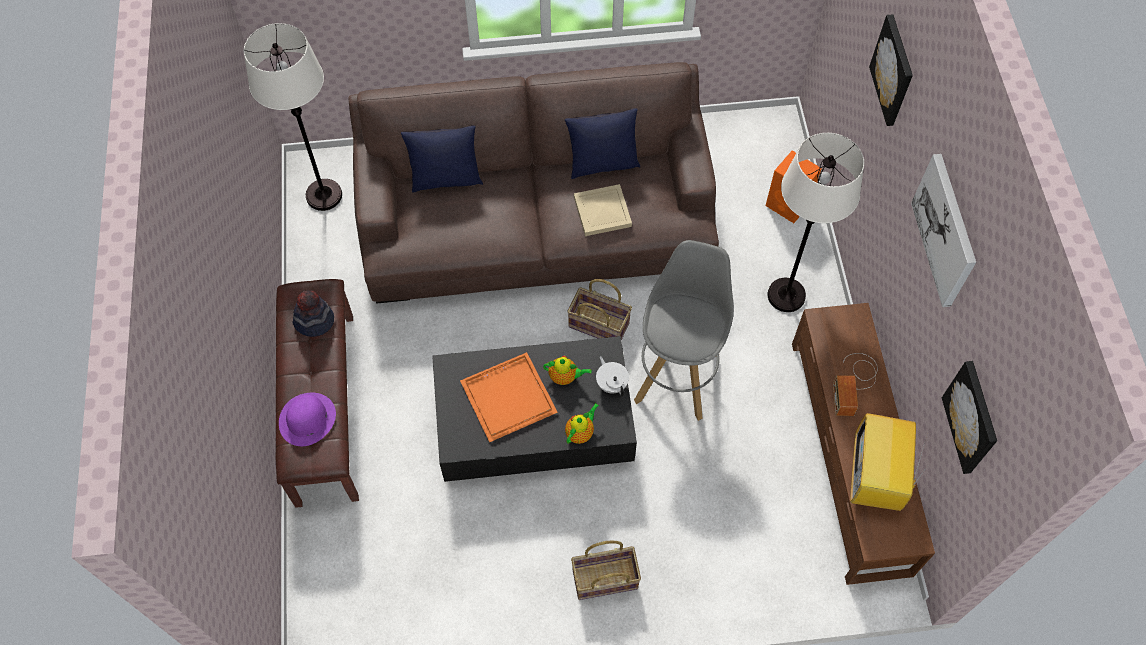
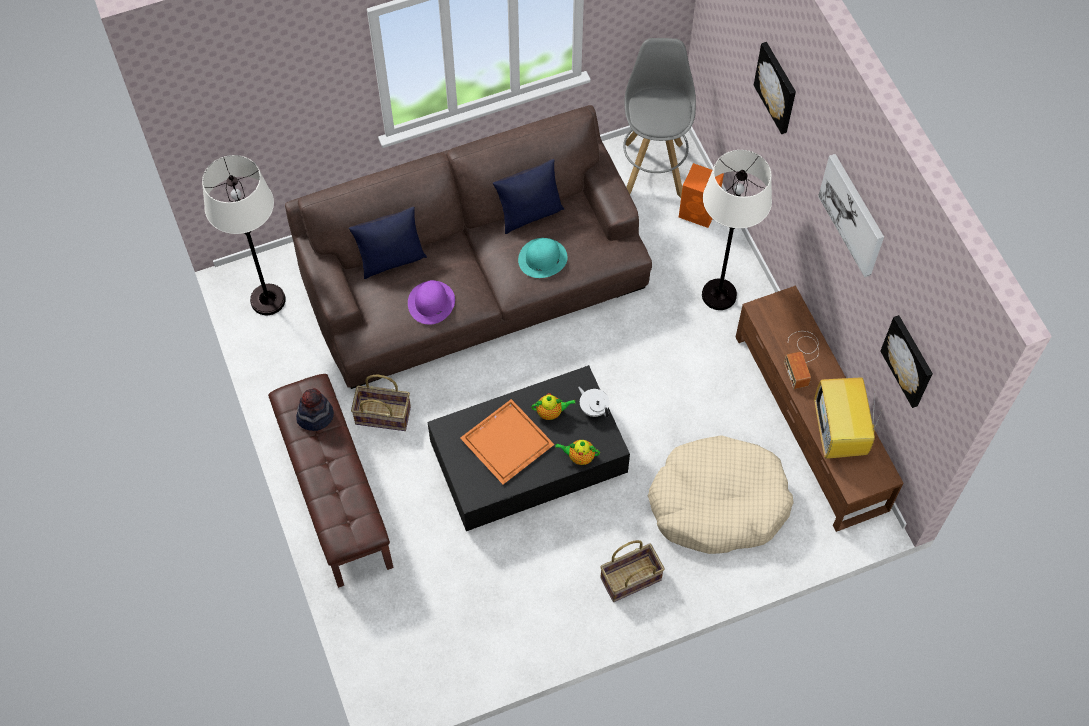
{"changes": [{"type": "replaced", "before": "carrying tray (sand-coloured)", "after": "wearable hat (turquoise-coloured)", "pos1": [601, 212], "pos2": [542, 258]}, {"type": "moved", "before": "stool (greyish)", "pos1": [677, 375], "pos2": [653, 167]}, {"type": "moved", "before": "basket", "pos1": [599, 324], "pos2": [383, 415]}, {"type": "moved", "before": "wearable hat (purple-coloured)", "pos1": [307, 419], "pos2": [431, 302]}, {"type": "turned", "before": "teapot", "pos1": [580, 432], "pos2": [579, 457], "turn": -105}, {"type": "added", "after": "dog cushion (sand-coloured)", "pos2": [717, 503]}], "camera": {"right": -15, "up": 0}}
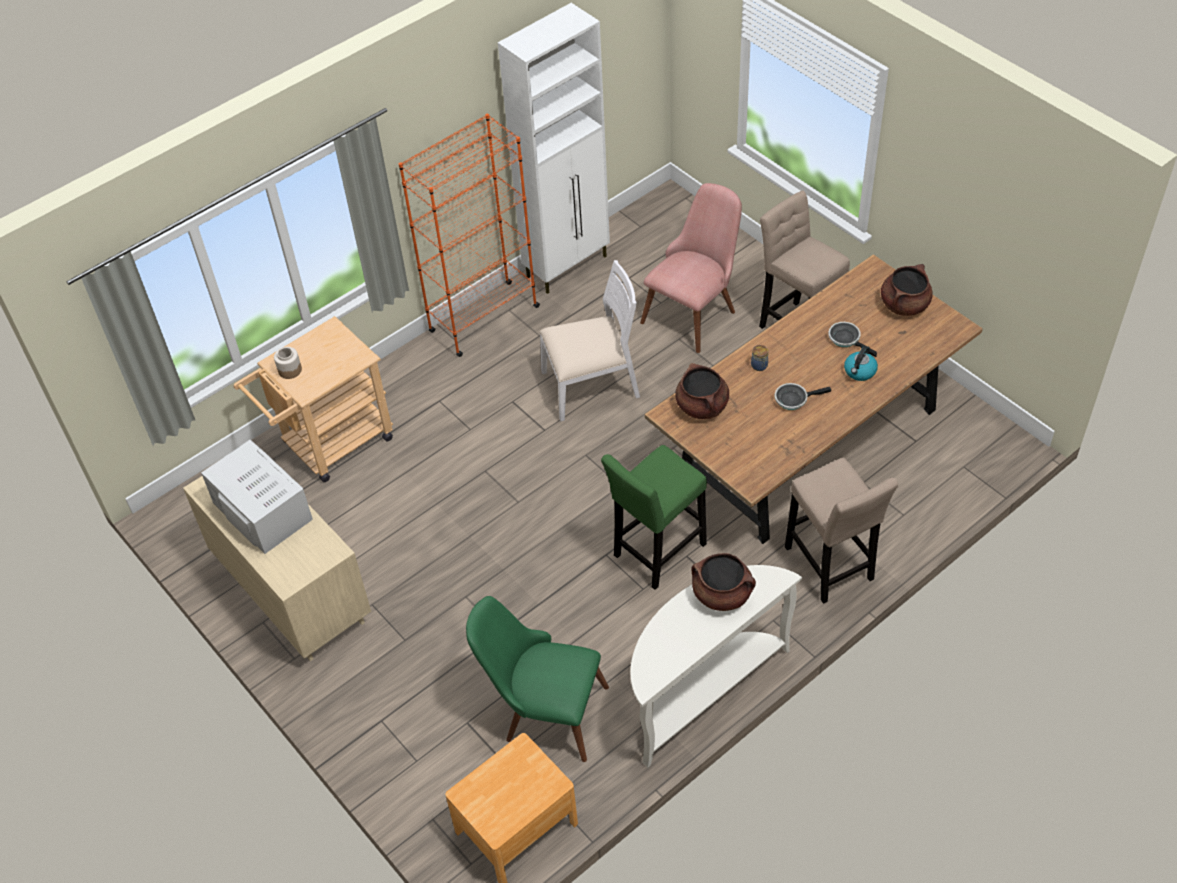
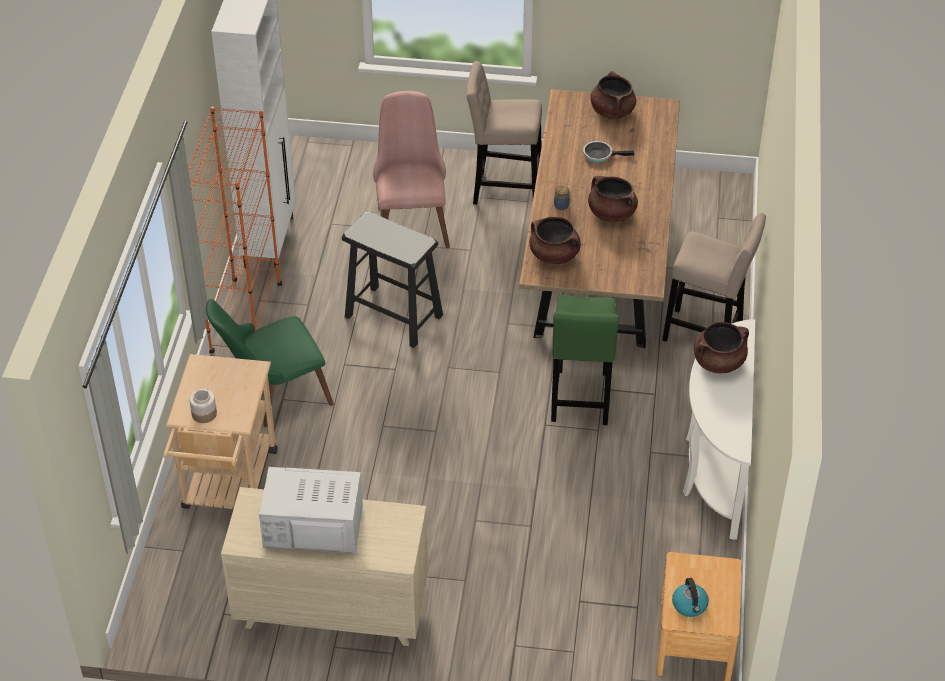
{"changes": [{"type": "replaced", "before": "chair (whitish)", "after": "stool (black)", "pos1": [591, 385], "pos2": [394, 316]}, {"type": "moved", "before": "water kettle", "pos1": [860, 371], "pos2": [690, 605]}, {"type": "replaced", "before": "pan", "after": "saucepot (brown)", "pos1": [793, 399], "pos2": [611, 214]}, {"type": "moved", "before": "chair (greenish)", "pos1": [543, 711], "pos2": [273, 395]}], "camera": {"right": -45, "up": -5}}
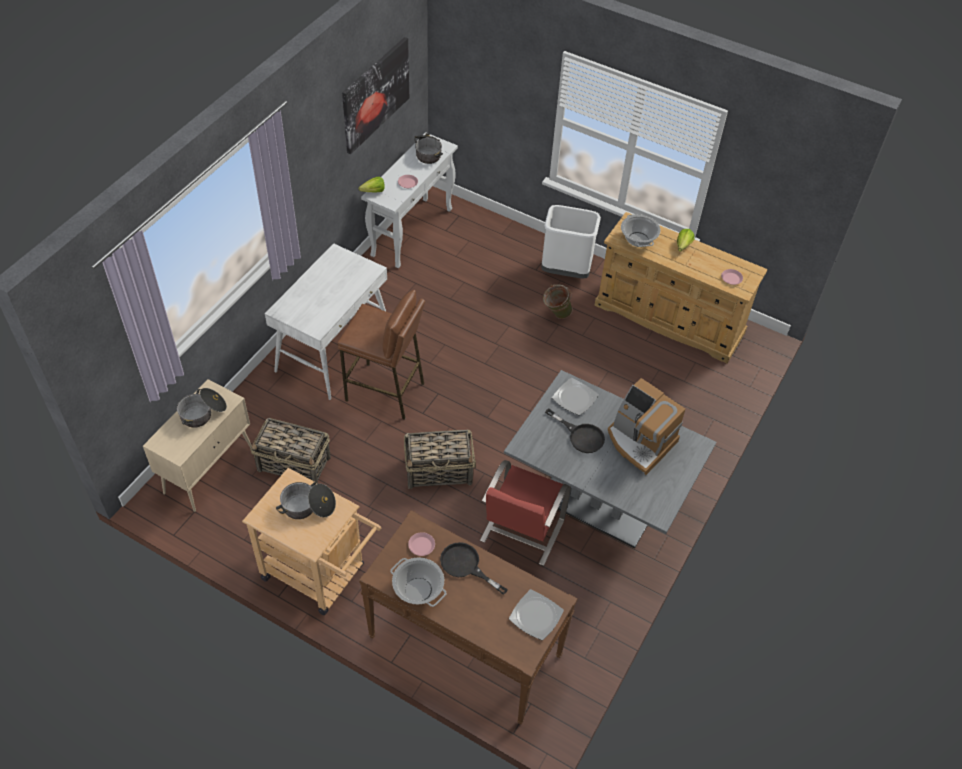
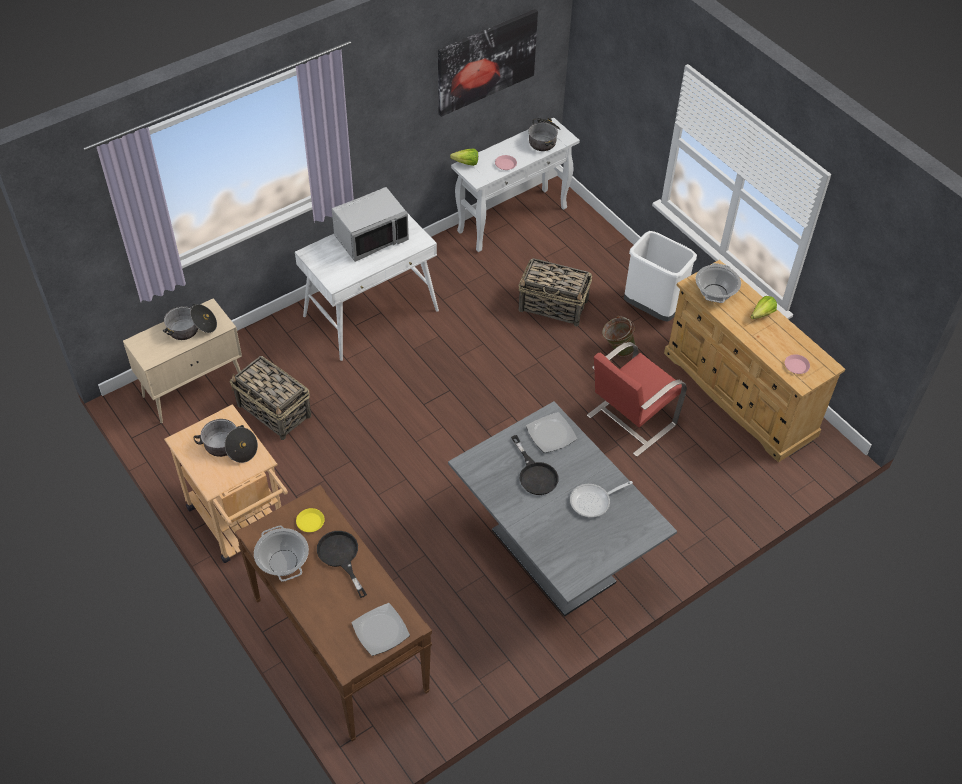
{"changes": [{"type": "removed", "before": "stool (brown)", "pos1": [385, 392]}, {"type": "replaced", "before": "coffee brewer", "after": "pan", "pos1": [640, 442], "pos2": [593, 501]}, {"type": "moved", "before": "basket", "pos1": [439, 471], "pos2": [554, 306]}, {"type": "moved", "before": "chair (red-coloured)", "pos1": [521, 531], "pos2": [629, 421]}, {"type": "recoloured", "before": "plate (pinkish)", "after": "plate (yellow)", "pos1": [421, 546], "pos2": [310, 522]}, {"type": "added", "after": "microwave (greyish)", "pos2": [371, 238]}], "camera": {"right": 25, "up": 0}}
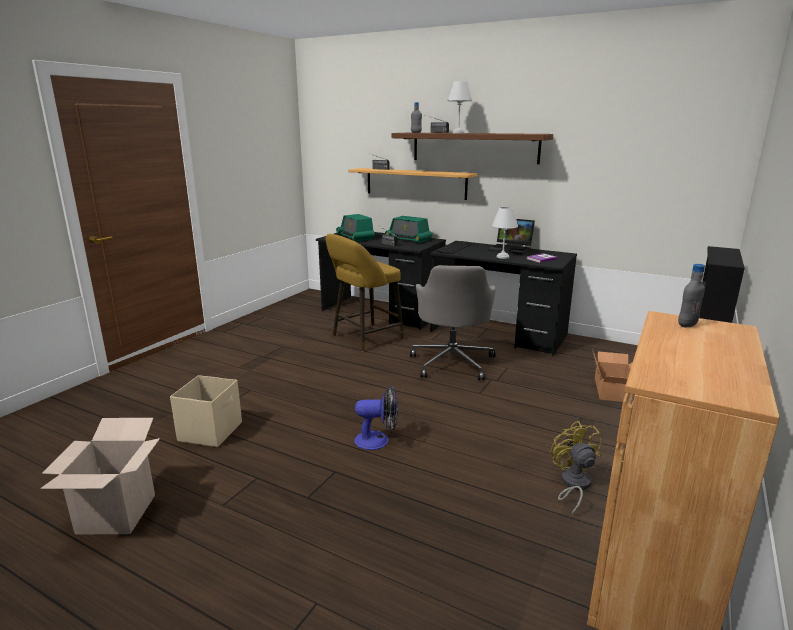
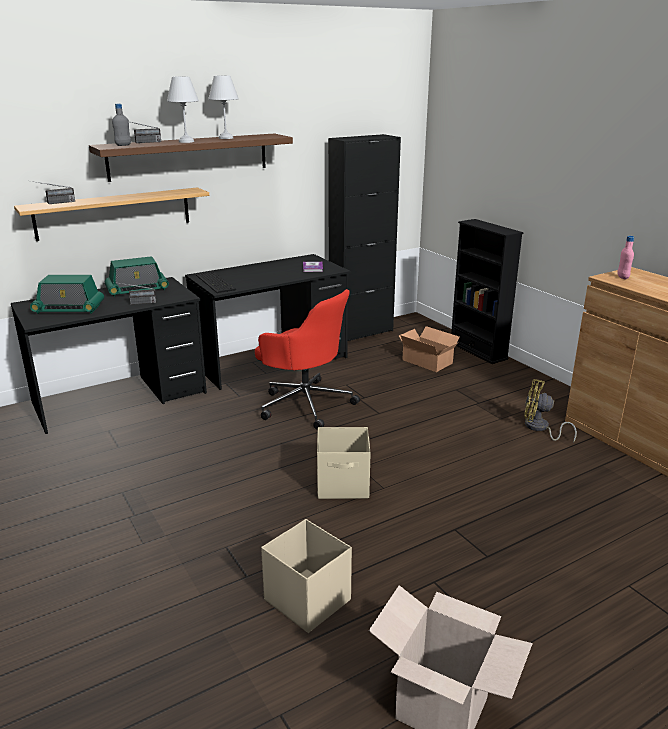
{"changes": [{"type": "moved", "before": "lamp for a table (whitish)", "pos1": [502, 257], "pos2": [225, 138]}, {"type": "removed", "before": "laptop", "pos1": [511, 249]}, {"type": "removed", "before": "stool (yellow)", "pos1": [364, 338]}, {"type": "recoloured", "before": "bottle (greyish)", "after": "bottle (pinkish)", "pos1": [687, 325], "pos2": [622, 277]}, {"type": "recoloured", "before": "desk chair (greyish)", "after": "desk chair (red-coloured)", "pos1": [452, 362], "pos2": [305, 403]}, {"type": "removed", "before": "electric fan", "pos1": [378, 440]}, {"type": "added", "after": "cabinet (black)", "pos2": [361, 332]}, {"type": "added", "after": "storage bin (sand-coloured)", "pos2": [343, 485]}], "camera": {"right": -60, "up": 5}}
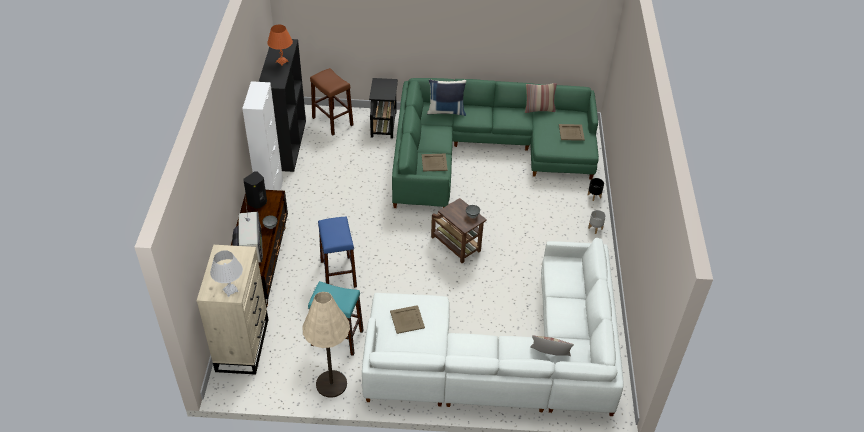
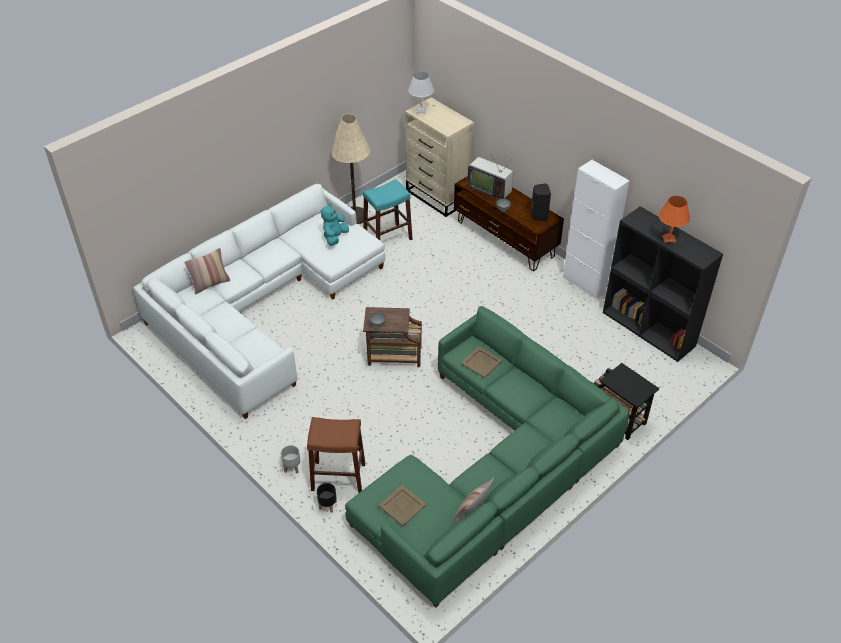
{"changes": [{"type": "moved", "before": "stool (brown)", "pos1": [332, 121], "pos2": [338, 477]}, {"type": "removed", "before": "throw pillow (bluish)", "pos1": [446, 111]}, {"type": "removed", "before": "stool (bluish)", "pos1": [338, 273]}, {"type": "replaced", "before": "carrying tray (sand-coloured)", "after": "soft toy (turquoise-coloured)", "pos1": [407, 320], "pos2": [335, 237]}], "camera": {"right": 135, "up": 0}}
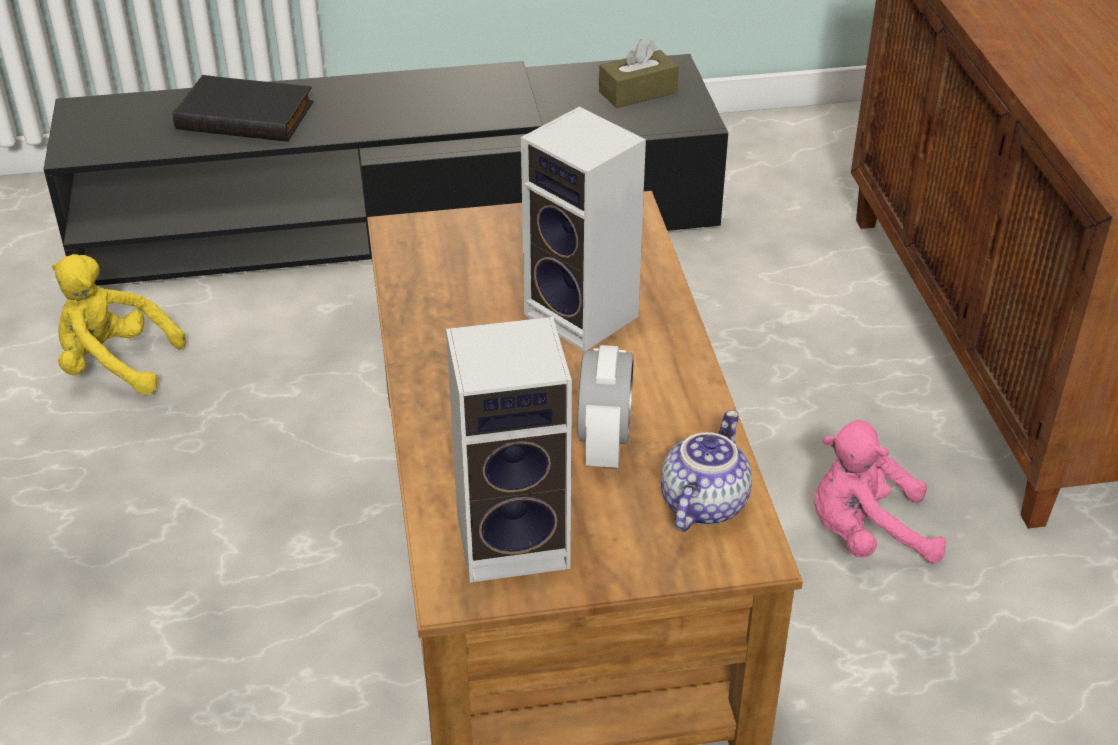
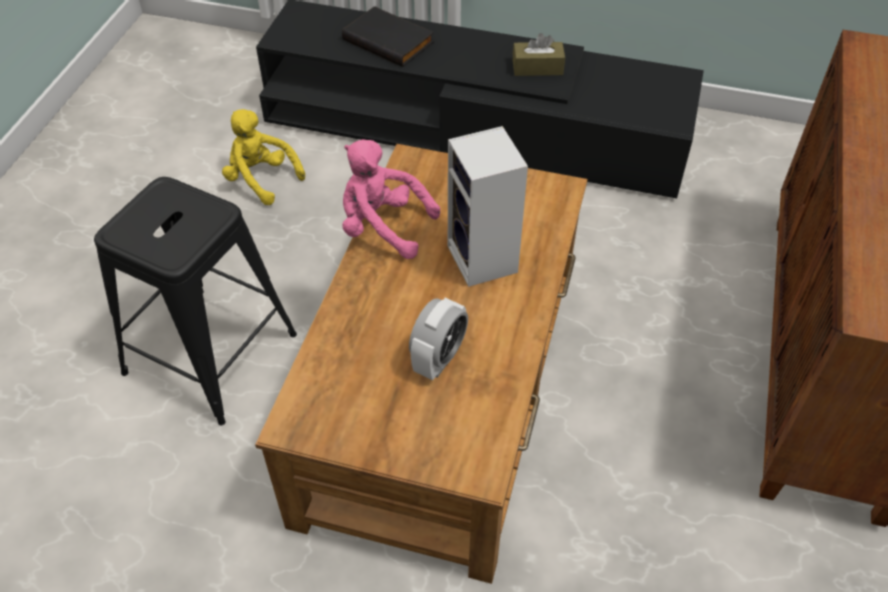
{"changes": [{"type": "moved", "before": "tissue box (brown)", "pos1": [638, 92], "pos2": [537, 67]}, {"type": "removed", "before": "speaker", "pos1": [517, 539]}, {"type": "removed", "before": "teapot", "pos1": [702, 503]}, {"type": "moved", "before": "soft toy (pinkish)", "pos1": [865, 534], "pos2": [382, 227]}, {"type": "added", "after": "stool (black)", "pos2": [210, 354]}], "camera": {"right": 25, "up": 10}}
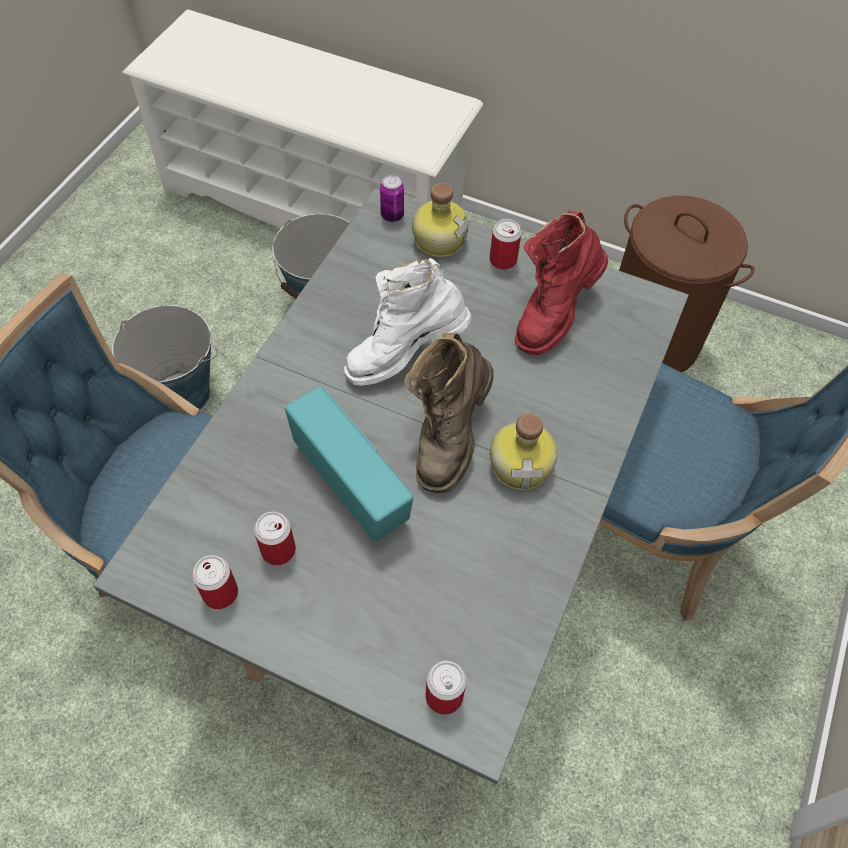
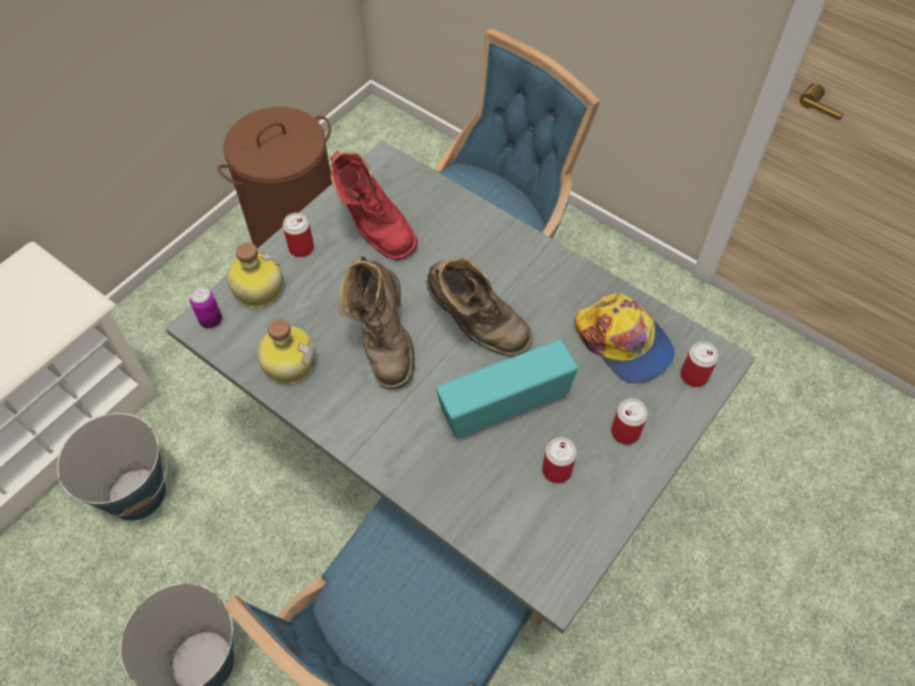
{"changes": [{"type": "recoloured", "before": "boot (whitish)", "after": "boot (brown)", "pos1": [405, 356], "pos2": [384, 342]}, {"type": "moved", "before": "bottle", "pos1": [522, 464], "pos2": [289, 362]}, {"type": "moved", "before": "can", "pos1": [220, 593], "pos2": [625, 432]}, {"type": "added", "after": "cap", "pos2": [624, 343]}], "camera": {"right": -75, "up": 0}}
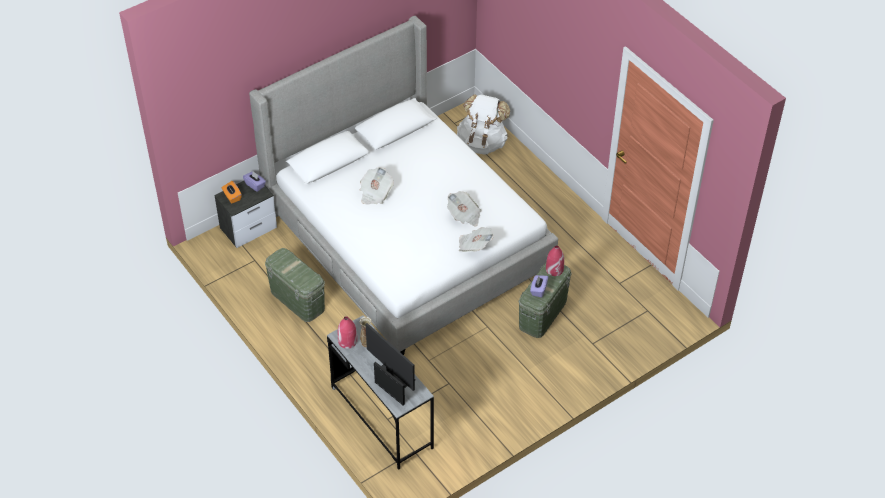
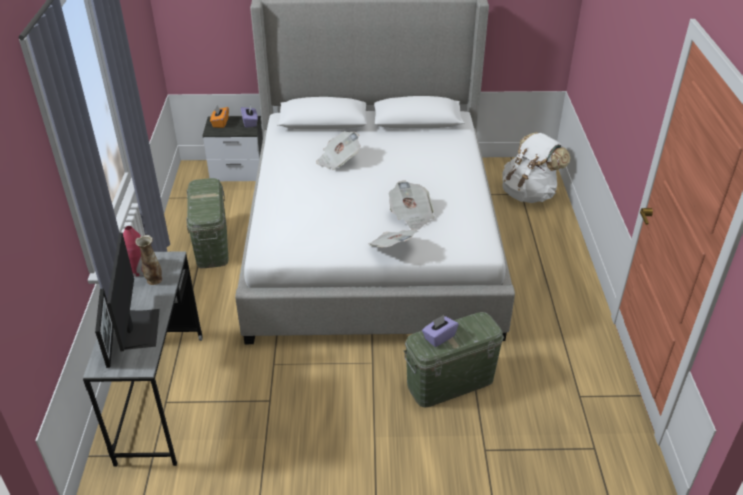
{"changes": [{"type": "removed", "before": "vase (red-coloured)", "pos1": [554, 269]}], "camera": {"right": 35, "up": -10}}
